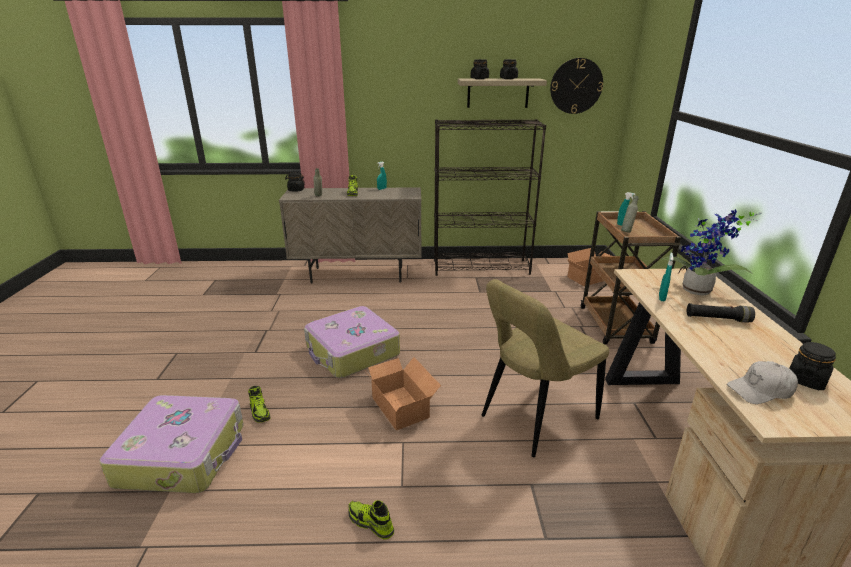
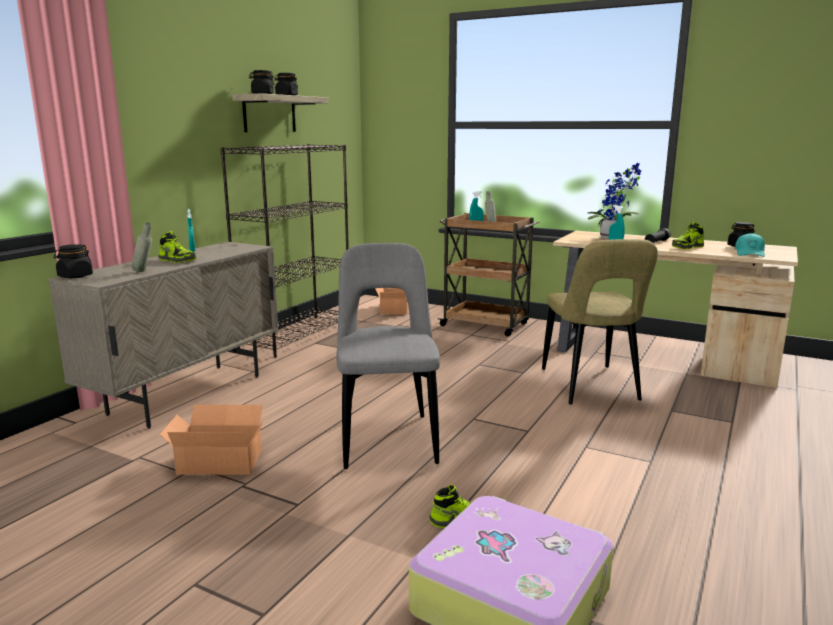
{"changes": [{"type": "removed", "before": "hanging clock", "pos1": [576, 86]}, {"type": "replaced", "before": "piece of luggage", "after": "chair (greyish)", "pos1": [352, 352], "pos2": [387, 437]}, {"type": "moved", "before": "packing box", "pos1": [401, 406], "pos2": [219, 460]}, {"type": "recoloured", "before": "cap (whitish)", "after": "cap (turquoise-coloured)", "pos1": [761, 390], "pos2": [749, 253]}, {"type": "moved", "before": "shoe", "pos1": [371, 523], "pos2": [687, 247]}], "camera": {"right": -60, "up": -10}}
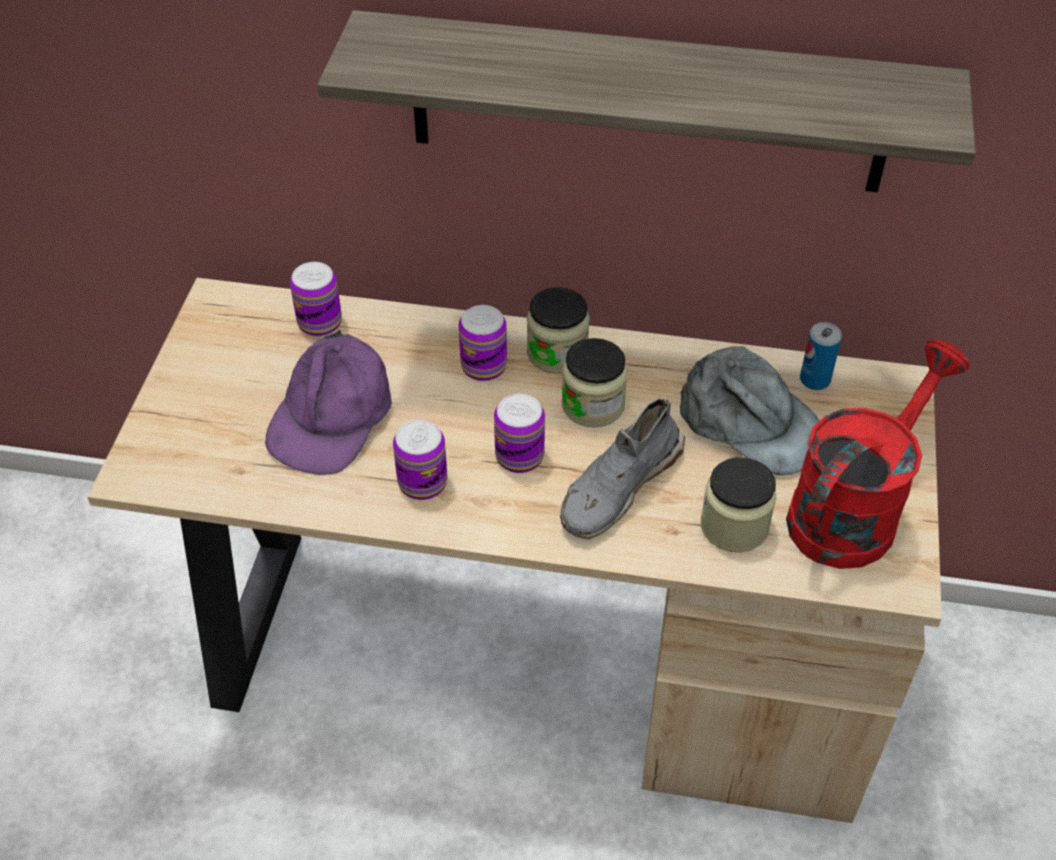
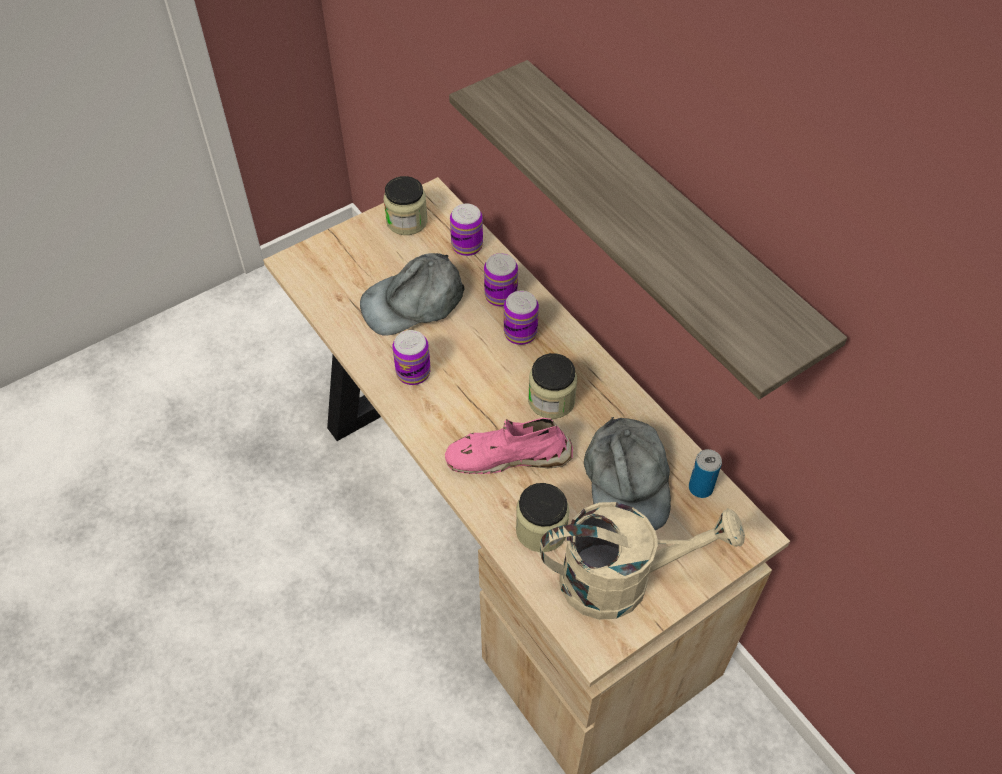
{"changes": [{"type": "moved", "before": "preserve jar", "pos1": [557, 353], "pos2": [407, 221]}, {"type": "recoloured", "before": "cap (purple-coloured)", "after": "cap (greyish)", "pos1": [332, 415], "pos2": [413, 302]}, {"type": "recoloured", "before": "watering pot (red-coloured)", "after": "watering pot (sand-coloured)", "pos1": [853, 508], "pos2": [622, 579]}, {"type": "moved", "before": "can", "pos1": [519, 456], "pos2": [500, 296]}, {"type": "recoloured", "before": "shoe (greyish)", "after": "shoe (pinkish)", "pos1": [619, 486], "pos2": [508, 456]}], "camera": {"right": 45, "up": 5}}
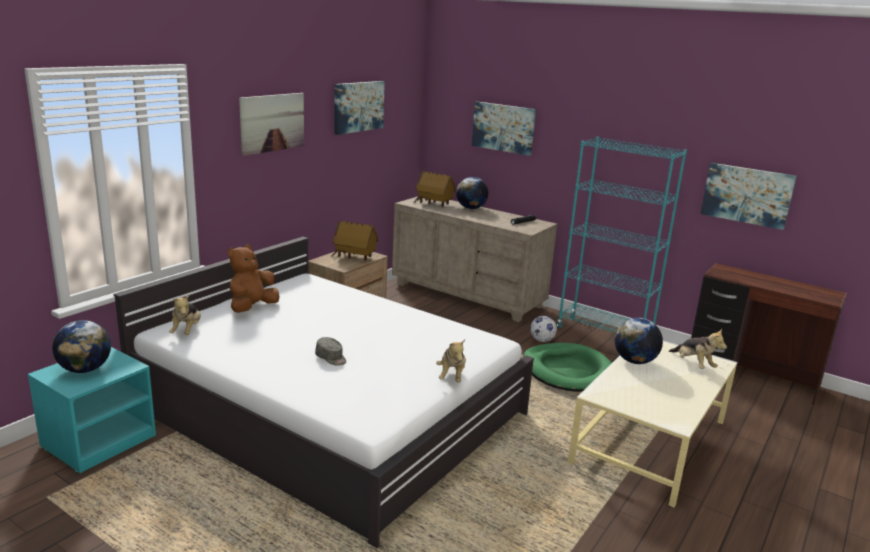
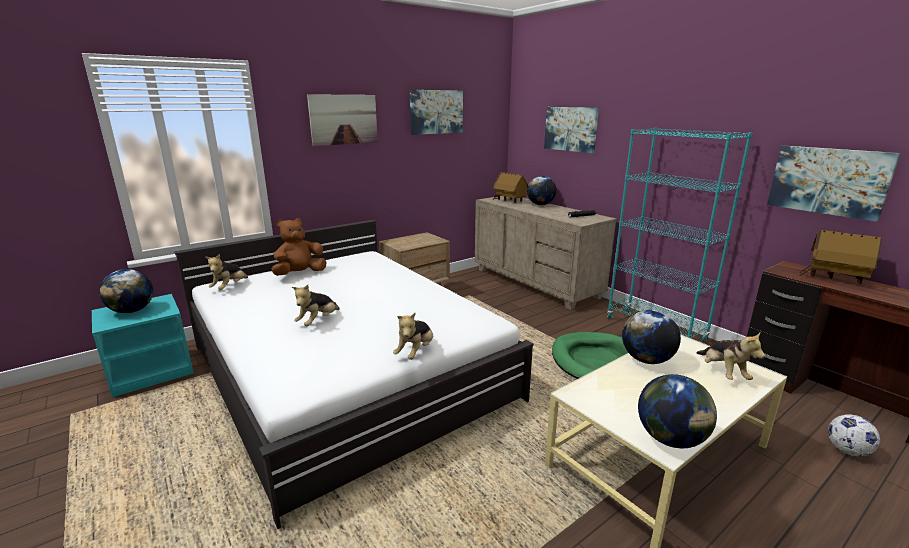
{"changes": [{"type": "moved", "before": "toy house", "pos1": [354, 257], "pos2": [834, 278]}, {"type": "moved", "before": "football ball", "pos1": [542, 340], "pos2": [847, 451]}, {"type": "replaced", "before": "cap (greyish)", "after": "soft toy", "pos1": [331, 358], "pos2": [318, 321]}, {"type": "added", "after": "desk globe", "pos2": [671, 439]}], "camera": {"right": 20, "up": 0}}
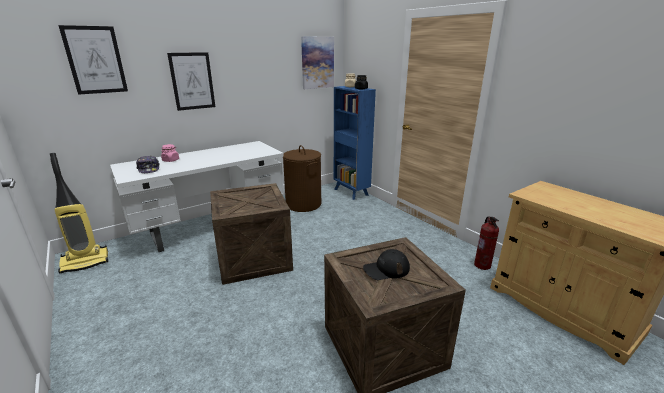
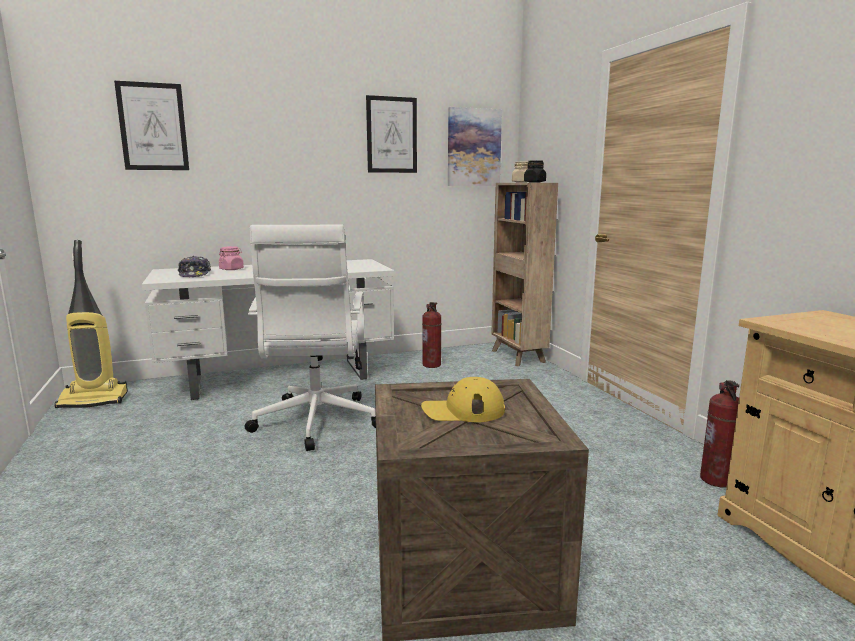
{"changes": [{"type": "moved", "before": "wall art", "pos1": [192, 81], "pos2": [391, 135]}, {"type": "recoloured", "before": "shelving unit (bluish)", "after": "shelving unit (brown)", "pos1": [351, 192], "pos2": [518, 357]}, {"type": "replaced", "before": "washing basket (brown)", "after": "extinguisher", "pos1": [303, 204], "pos2": [432, 365]}, {"type": "replaced", "before": "shipping crate", "after": "desk chair (whitish)", "pos1": [253, 259], "pos2": [316, 423]}, {"type": "recoloured", "before": "cap (black)", "after": "cap (yellow)", "pos1": [386, 269], "pos2": [463, 410]}], "camera": {"right": 15, "up": -10}}
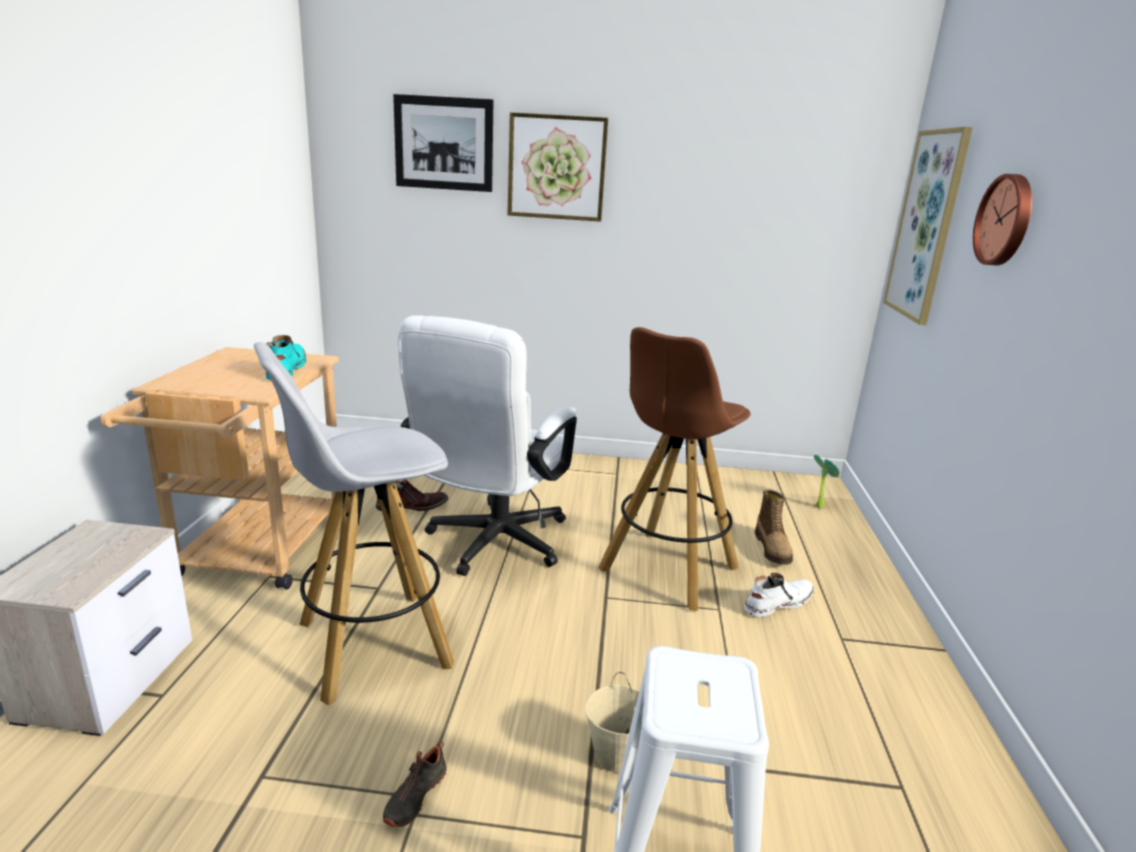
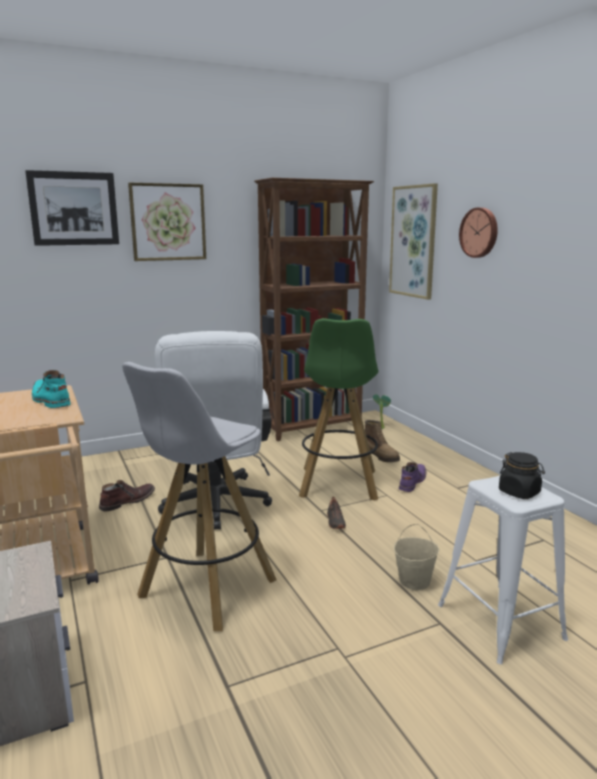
{"changes": [{"type": "recoloured", "before": "stool (brown)", "after": "stool (greenish)", "pos1": [667, 570], "pos2": [338, 485]}, {"type": "recoloured", "before": "boot (whitish)", "after": "boot (purple-coloured)", "pos1": [777, 603], "pos2": [411, 482]}, {"type": "moved", "before": "shoe (black)", "pos1": [414, 796], "pos2": [335, 521]}, {"type": "added", "after": "shelving unit (brown)", "pos2": [313, 428]}, {"type": "added", "after": "preserve jar (black)", "pos2": [519, 492]}], "camera": {"right": -30, "up": -5}}
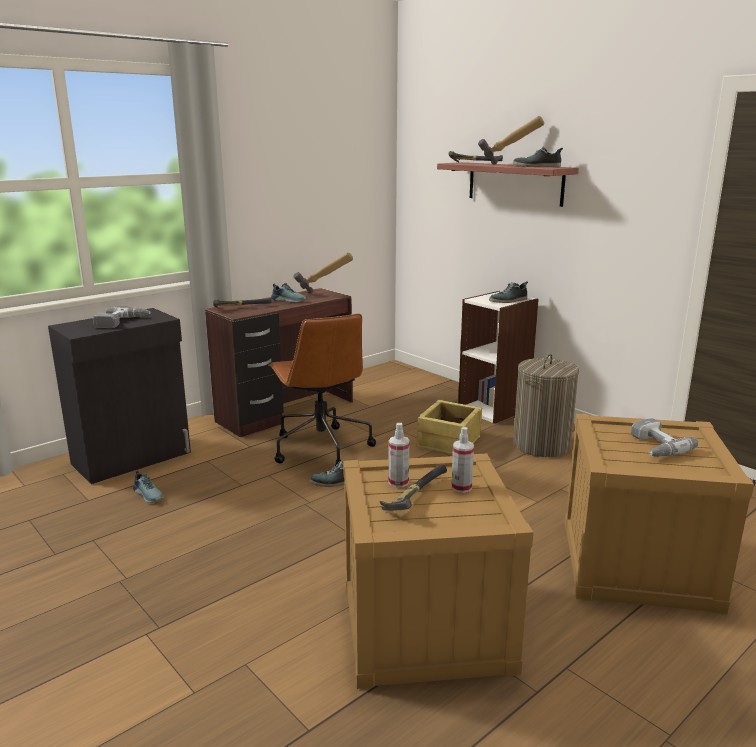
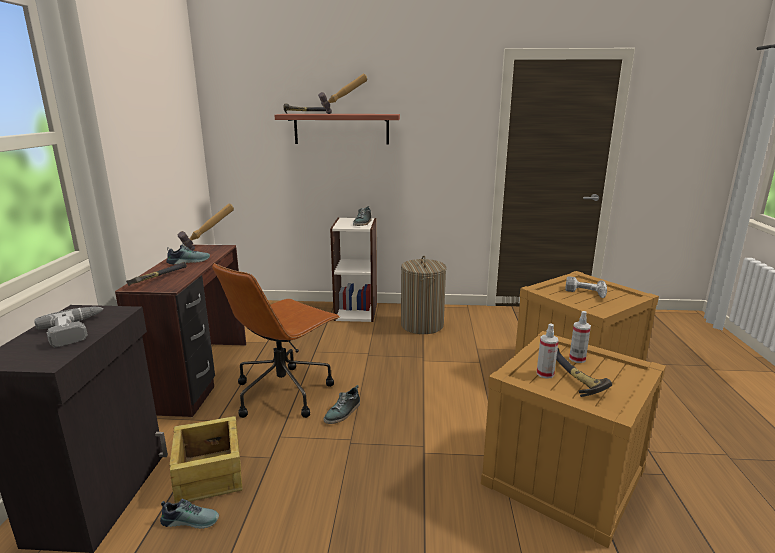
{"changes": [{"type": "removed", "before": "shoe", "pos1": [536, 166]}, {"type": "turned", "before": "desk chair (brown)", "pos1": [321, 448], "pos2": [284, 392], "turn": 105}, {"type": "moved", "before": "shipping crate", "pos1": [448, 441], "pos2": [208, 474]}], "camera": {"right": -45, "up": 0}}
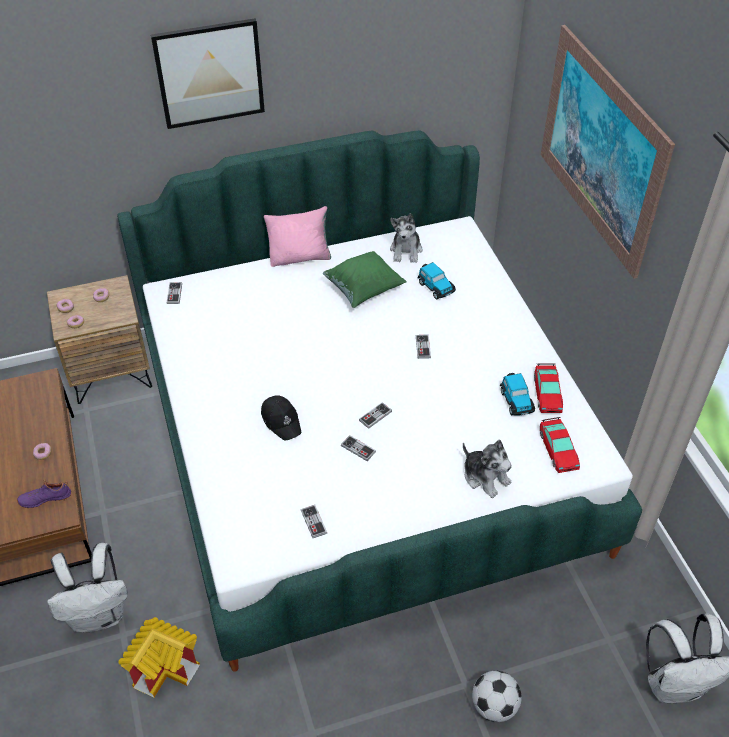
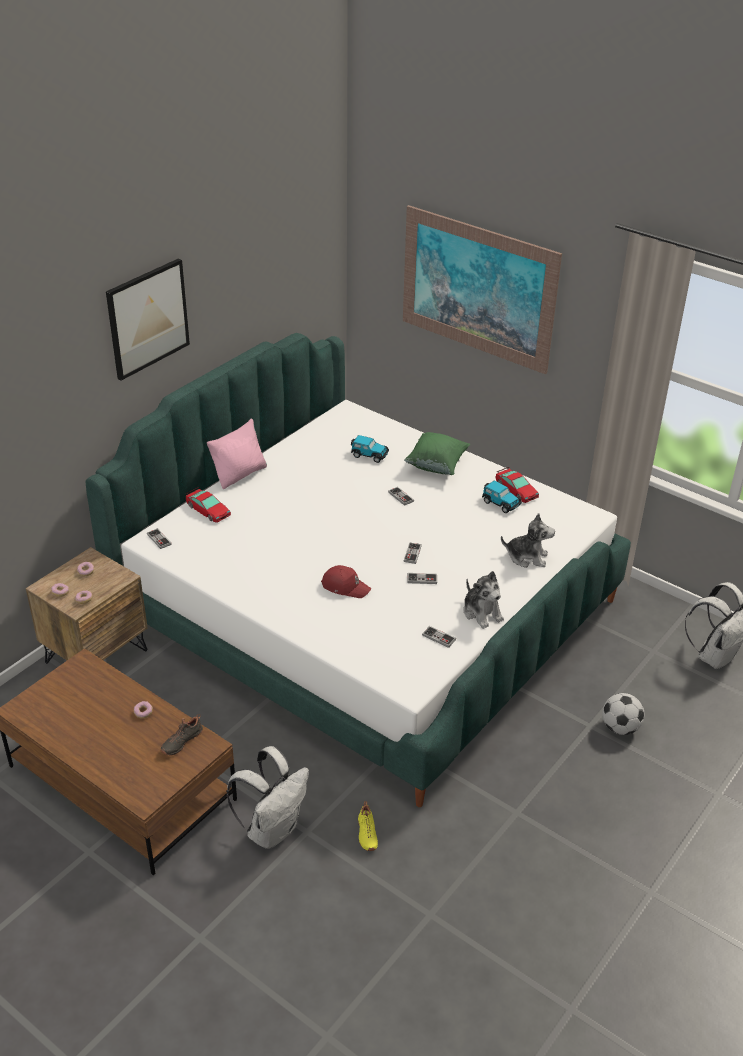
{"changes": [{"type": "moved", "before": "soft toy", "pos1": [406, 250], "pos2": [482, 613]}, {"type": "moved", "before": "throw pillow (greenish)", "pos1": [363, 290], "pos2": [436, 465]}, {"type": "recoloured", "before": "cap (black)", "after": "cap (red-coloured)", "pos1": [281, 420], "pos2": [345, 586]}, {"type": "moved", "before": "toy car", "pos1": [557, 449], "pos2": [208, 510]}, {"type": "recoloured", "before": "shoe (purple-coloured)", "after": "shoe (black)", "pos1": [45, 498], "pos2": [181, 741]}, {"type": "replaced", "before": "toy house", "after": "shoe (yellow)", "pos1": [166, 668], "pos2": [366, 833]}], "camera": {"right": -35, "up": -10}}
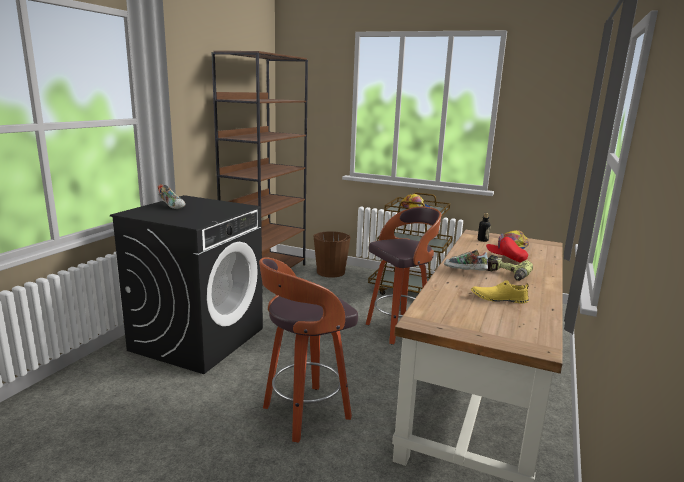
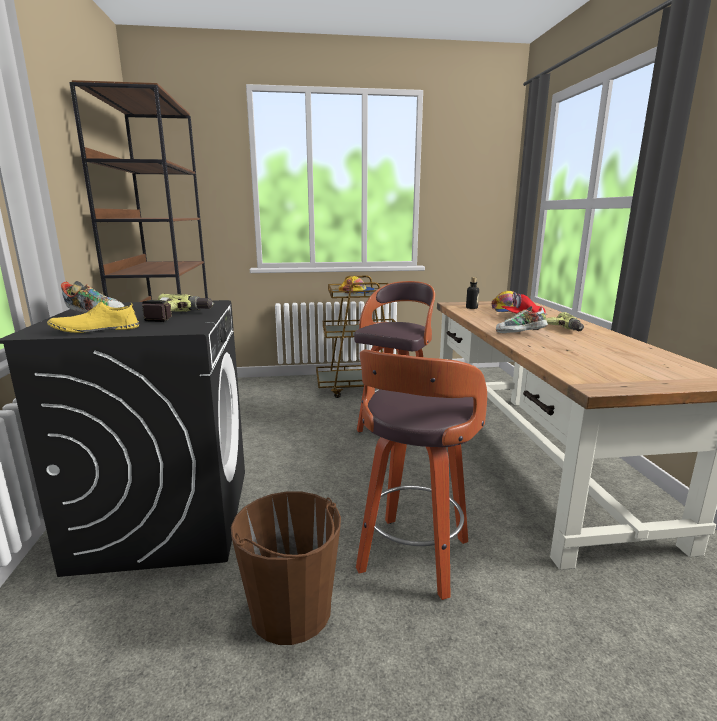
{"changes": [{"type": "moved", "before": "bucket (brown)", "pos1": [330, 272], "pos2": [291, 611]}, {"type": "moved", "before": "shoe (yellow)", "pos1": [498, 298], "pos2": [95, 329]}, {"type": "added", "after": "drill", "pos2": [178, 316]}], "camera": {"right": -30, "up": 0}}
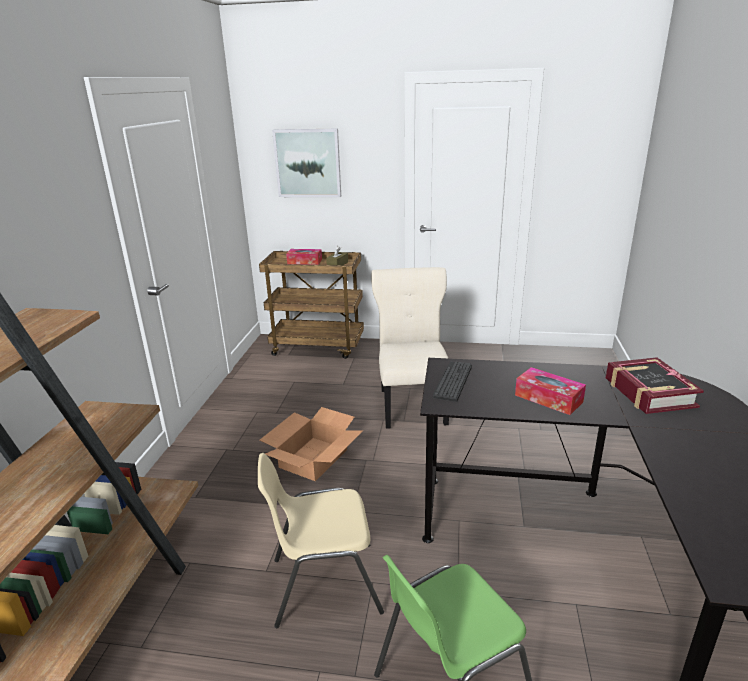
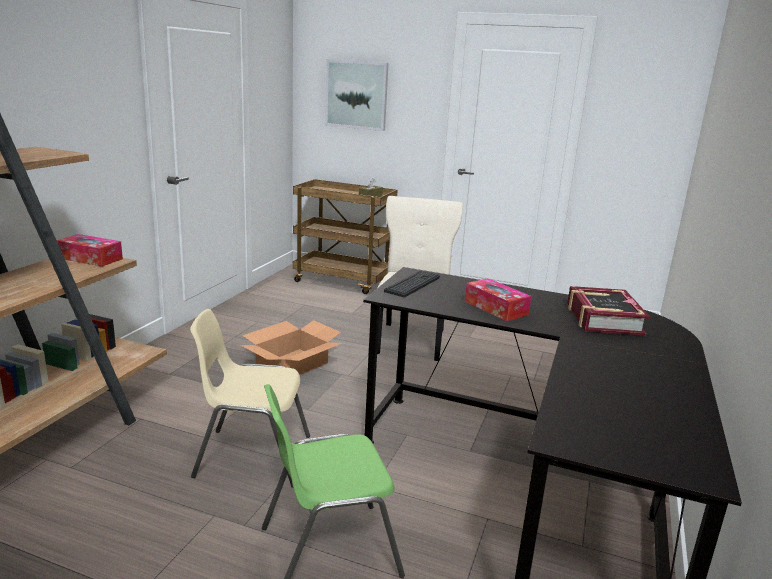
{"changes": [{"type": "moved", "before": "tissue box", "pos1": [304, 261], "pos2": [90, 258]}], "camera": {"right": 10, "up": -5}}
